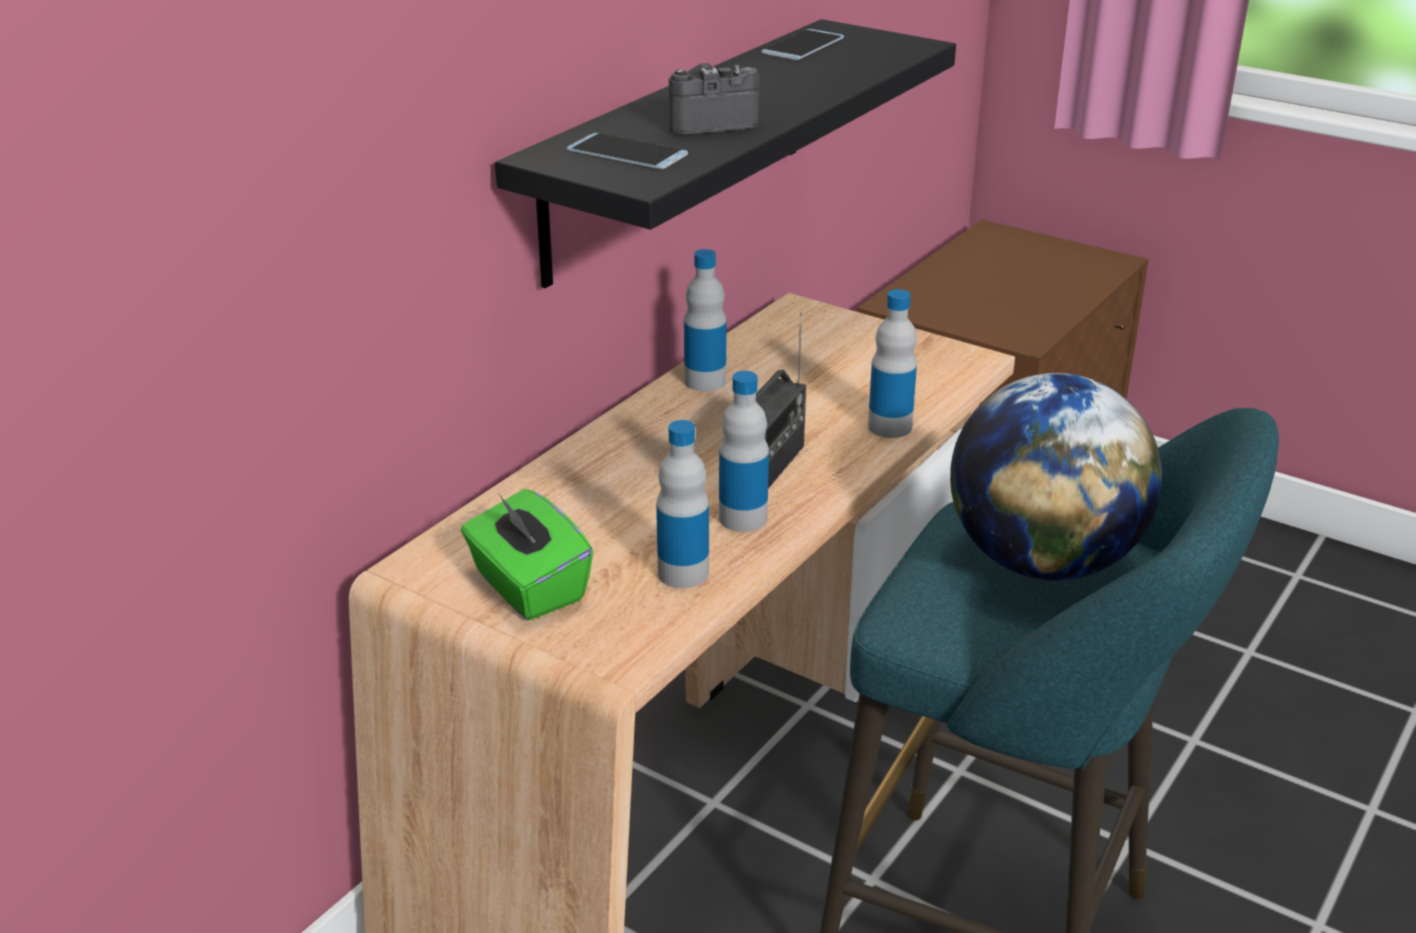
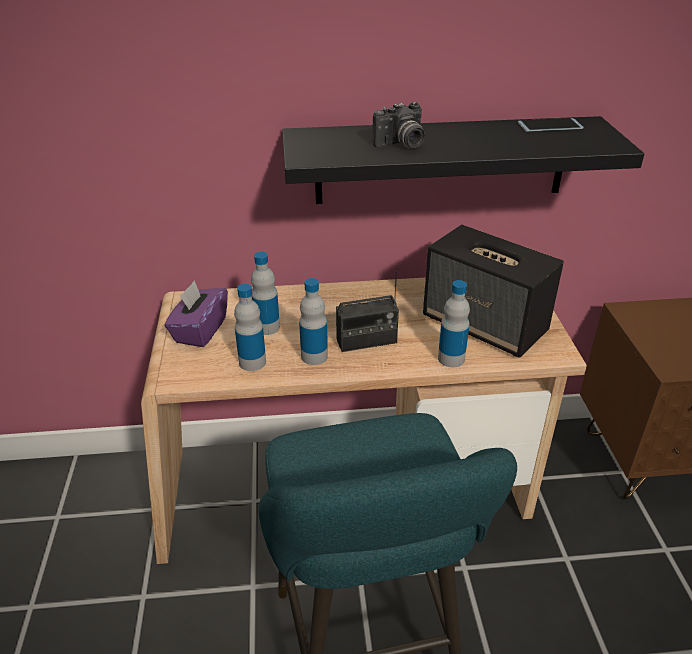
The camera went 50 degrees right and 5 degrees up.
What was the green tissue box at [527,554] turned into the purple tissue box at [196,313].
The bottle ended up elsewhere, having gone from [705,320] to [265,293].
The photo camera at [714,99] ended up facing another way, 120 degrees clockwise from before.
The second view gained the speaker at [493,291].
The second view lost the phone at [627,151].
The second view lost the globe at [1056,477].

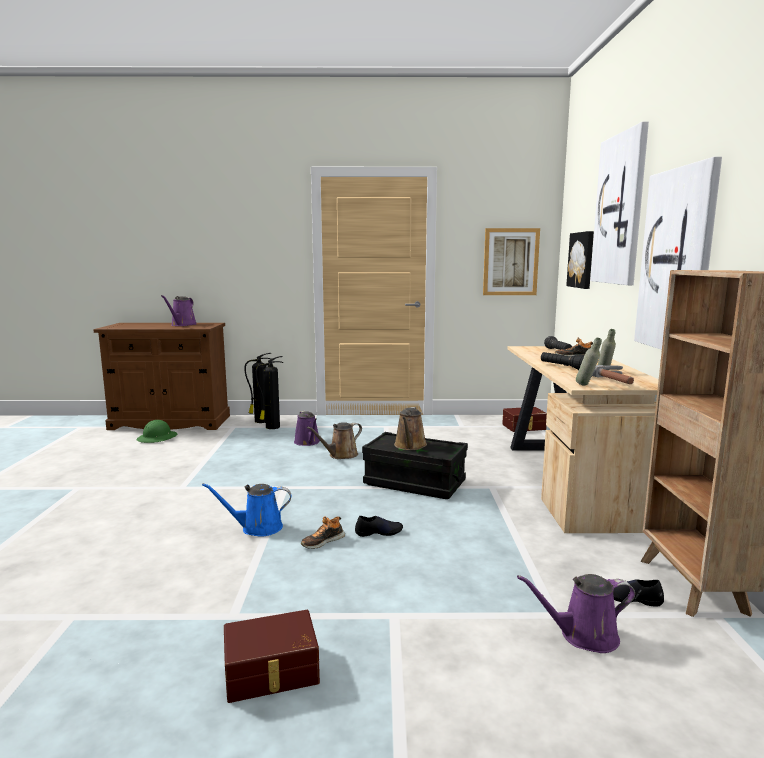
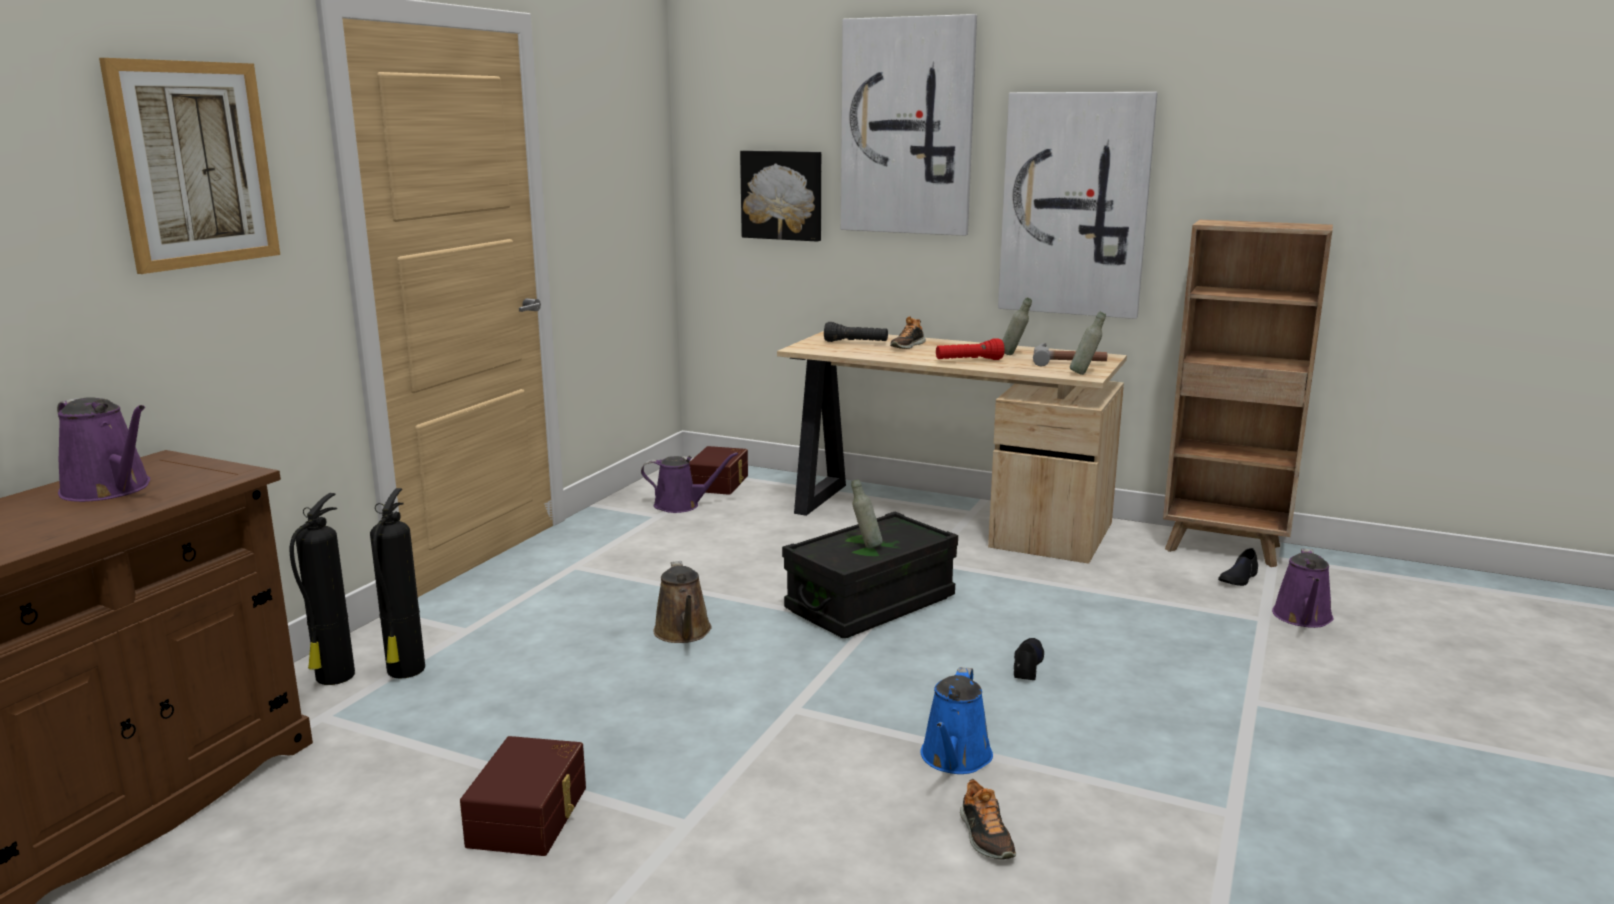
The camera went 65 degrees left and 5 degrees up.
The picture ended up elsewhere, having gone from [511,261] to [189,166].
The brown storage box ended up elsewhere, having gone from [272,656] to [523,796].
The purple watering can ended up elsewhere, having gone from [307,428] to [689,482].
Where the brown watering can stood at [410,428], the grey bottle came to stand at [867,513].
What was the black flashlight at [563,361] turned into the red flashlight at [970,349].
The shoe ended up elsewhere, having gone from [323,532] to [988,819].
The second view lost the green hard hat at [157,431].

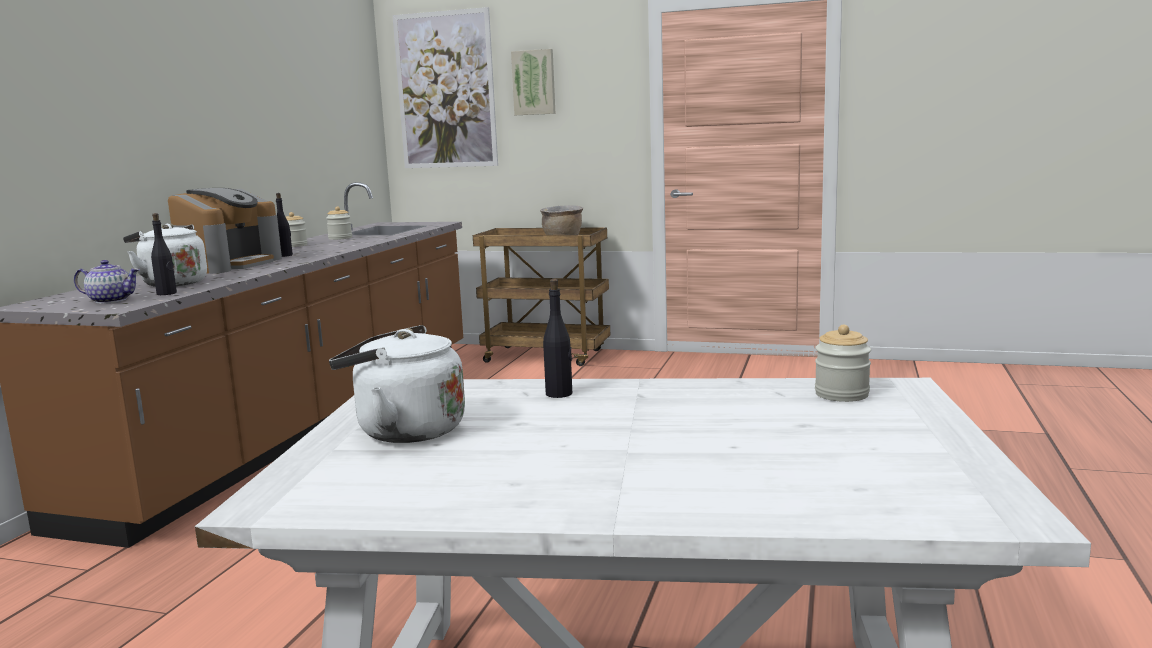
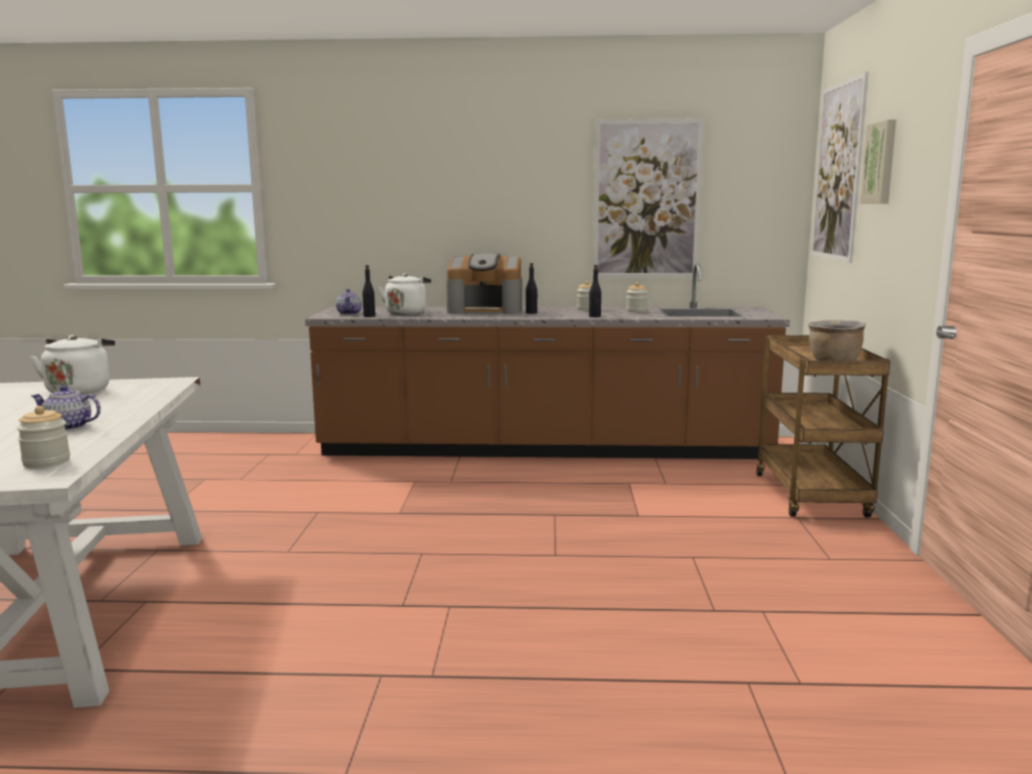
The camera went 75 degrees right and 0 degrees up.
The second view gained the teapot at [66,408].
The black bottle ended up elsewhere, having gone from [557,338] to [595,291].
The second view gained the picture at [648,198].

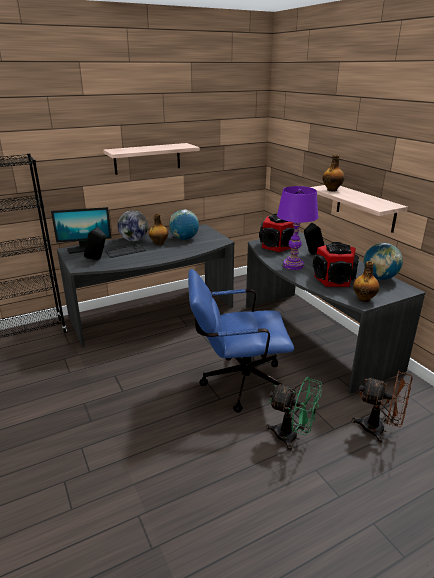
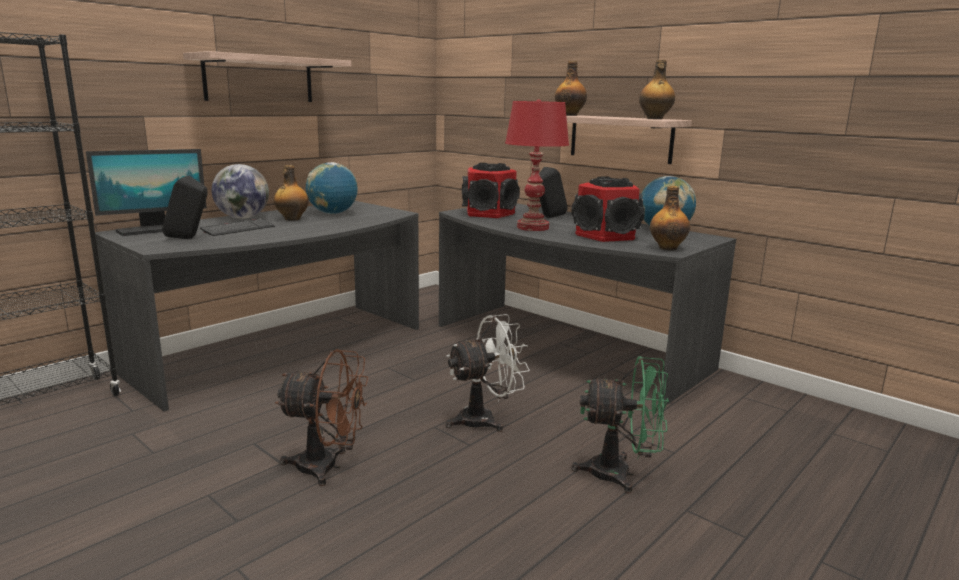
The camera went 20 degrees left and 10 degrees down.
The brown fan ended up elsewhere, having gone from [382,406] to [322,417].
Where the blue office chair stood at [241,341], the white fan came to stand at [487,373].
What was the purple table lamp at [297,228] turned into the red table lamp at [537,165].
The second view gained the bottle at [657,89].

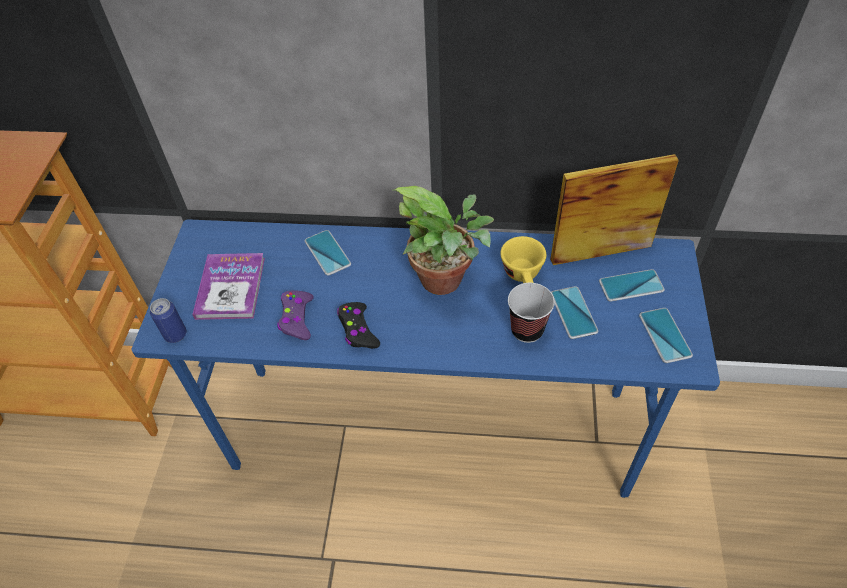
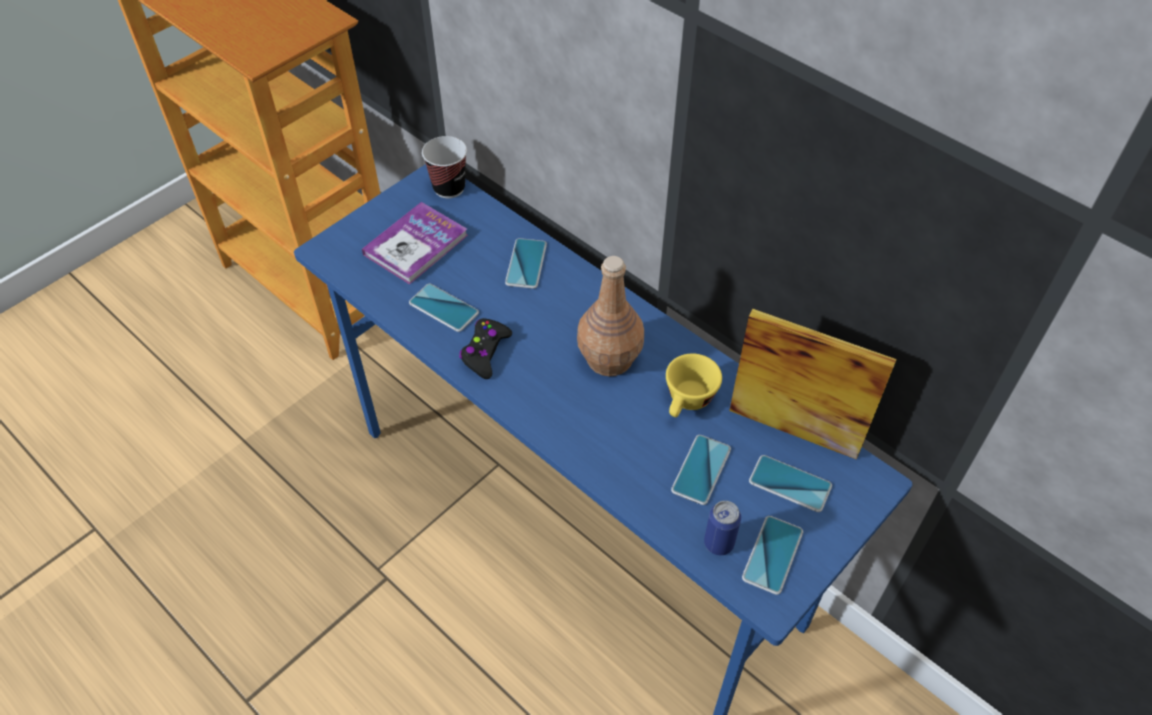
The camera went 35 degrees right and 0 degrees up.
Where the purple game controller stood at [295,315], the phone came to stand at [444,308].
The cup ended up elsewhere, having gone from [531,313] to [444,167].
Where the potted plant stood at [443,240], the brown bottle came to stand at [610,316].
The can ended up elsewhere, having gone from [168,320] to [722,528].

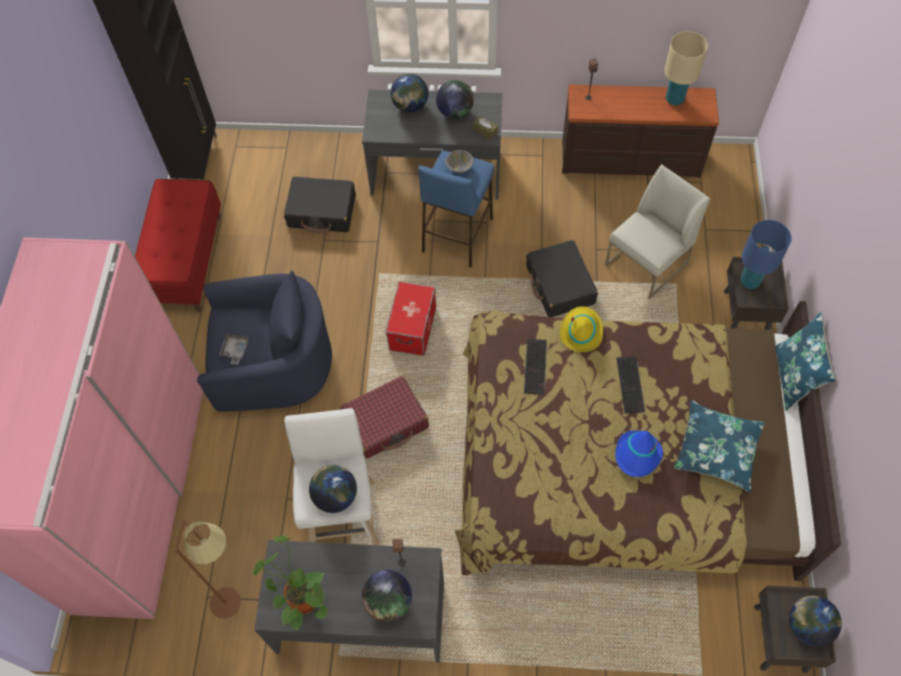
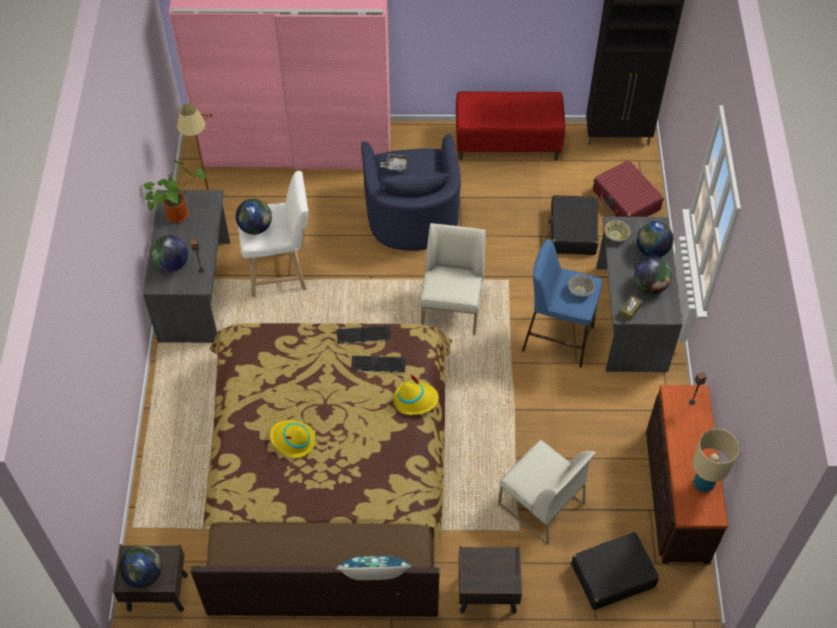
The camera went 85 degrees right and 5 degrees down.
What was the blue hat at [639,453] turned into the yellow hat at [293,439].
The keyboard ended up elsewhere, having gone from [630,384] to [363,334].
Where the storage box stood at [411,318], the white chair came to stand at [453,279].
The black suitcase ended up elsewhere, having gone from [562,278] to [615,571].
The red suitcase ended up elsewhere, having gone from [384,417] to [628,188].
The second view gained the beige bowl at [617,230].
The second view lost the blue pillow at [719,446].
The second view lost the blue table lamp at [766,254].

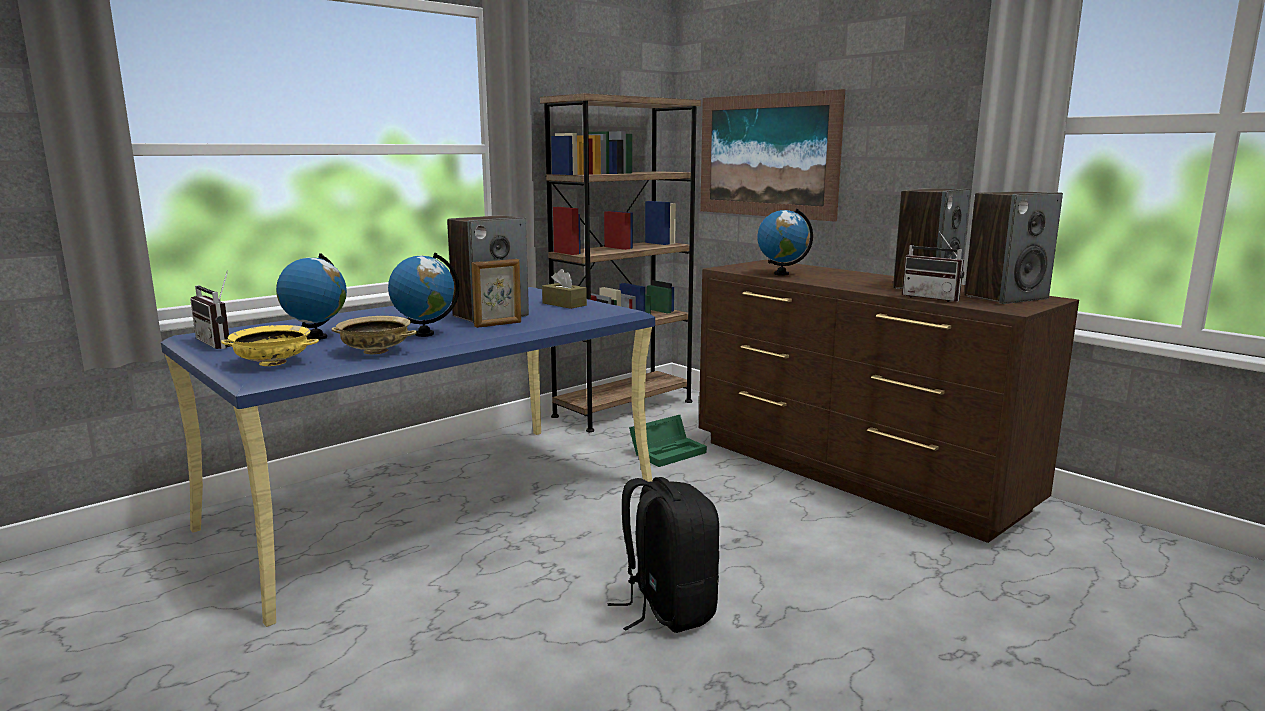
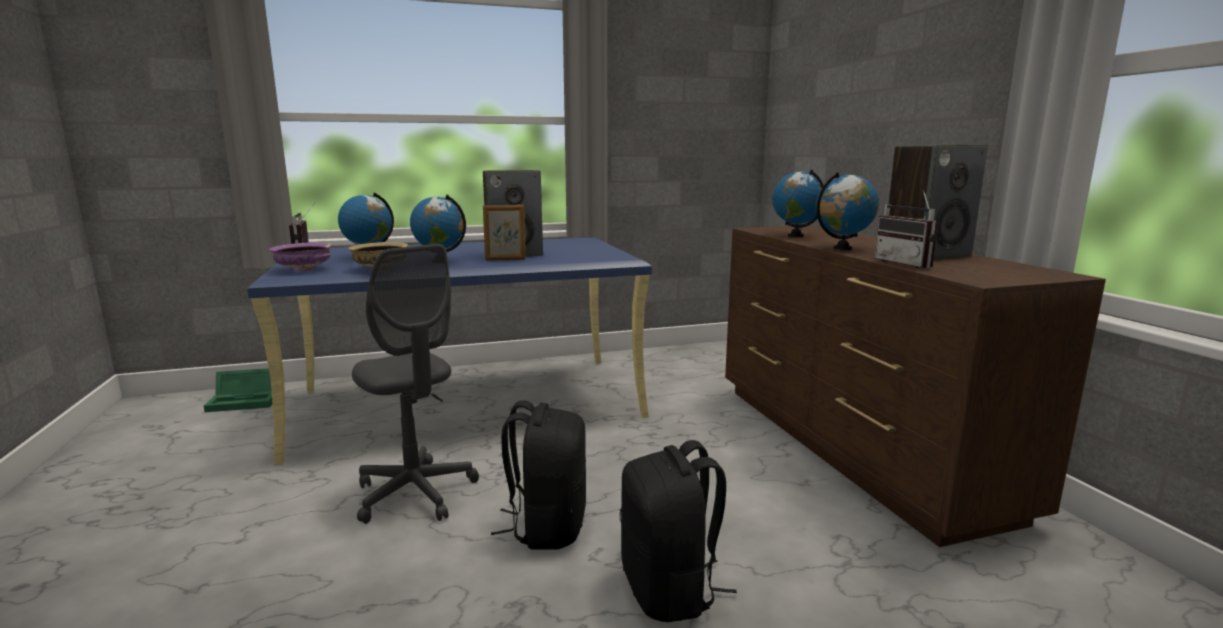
The camera went 25 degrees right and 0 degrees up.
The green storage box ended up elsewhere, having gone from [668,441] to [238,390].
What was the yellow bowl at [270,345] turned into the purple bowl at [300,256].
The second view gained the grey office chair at [415,384].
The second view gained the black backpack at [678,531].
The second view gained the globe at [847,211].
The second view lost the brown bookcase at [620,262].
The second view lost the brown tissue box at [564,289].
The second view lost the picture at [772,155].
The second view lost the speaker at [1013,247].

